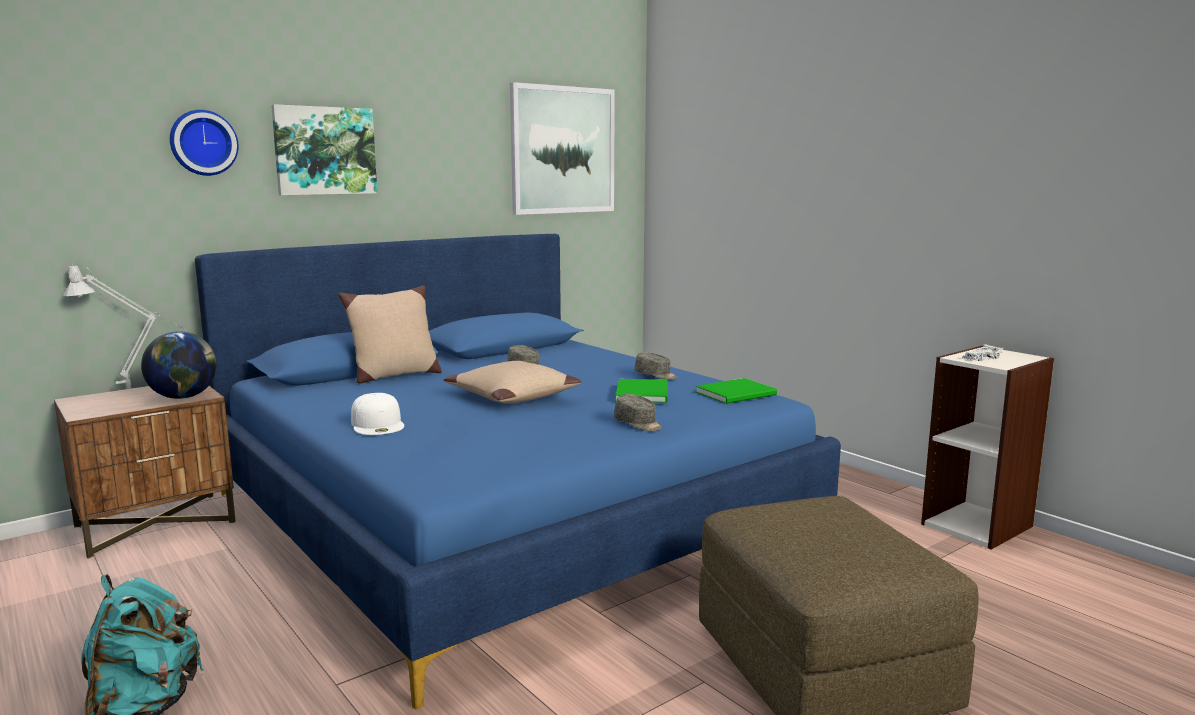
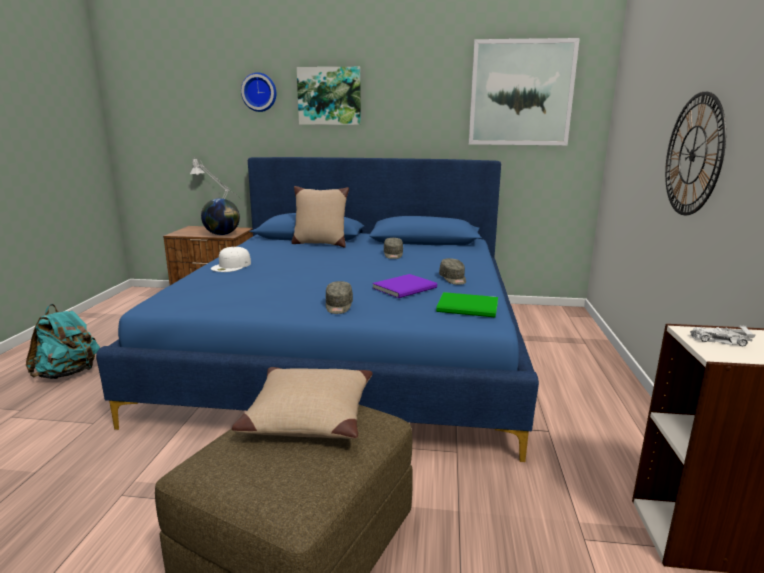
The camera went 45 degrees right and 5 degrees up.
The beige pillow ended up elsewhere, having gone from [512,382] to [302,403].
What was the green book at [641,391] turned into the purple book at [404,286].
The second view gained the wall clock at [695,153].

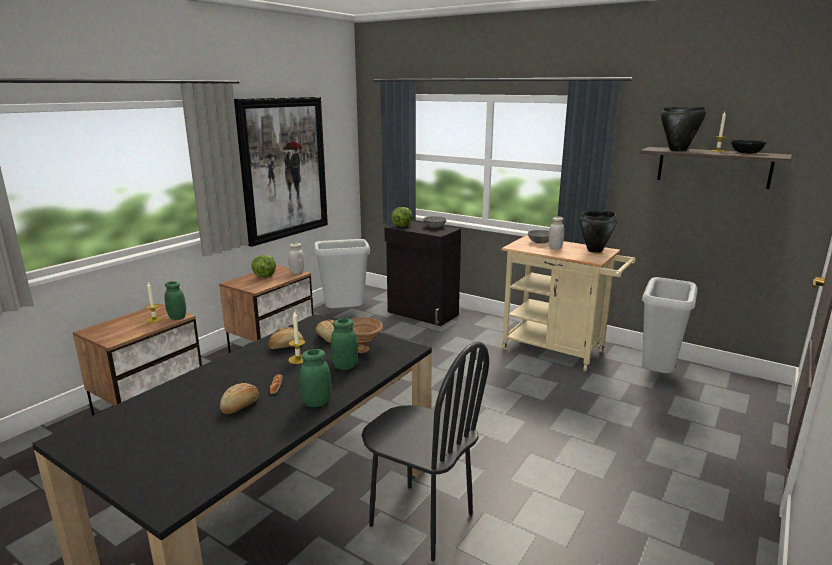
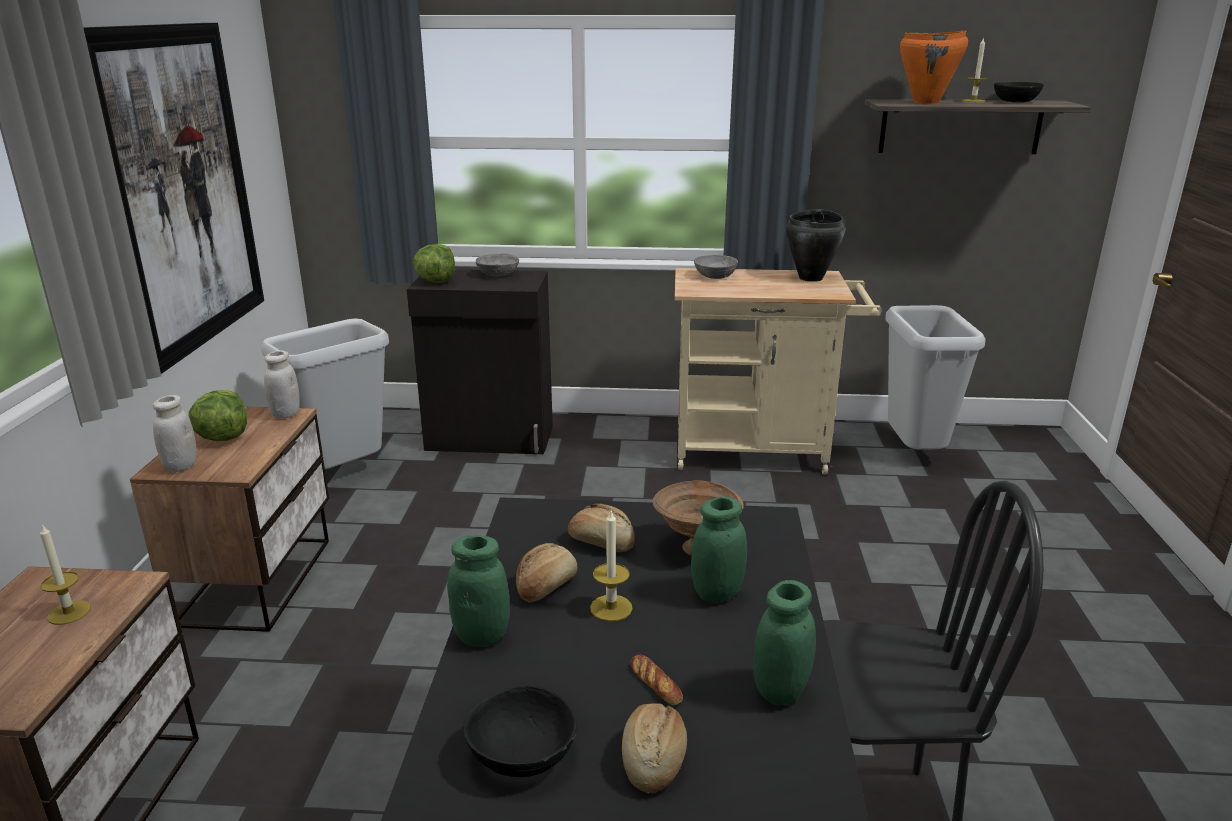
The camera went 30 degrees left and 5 degrees up.
The white jar ended up elsewhere, having gone from [556,233] to [175,433].
The green jar ended up elsewhere, having gone from [175,300] to [478,591].
The second view gained the black bowl at [520,731].
What was the black cooking pot at [683,128] turned into the orange cooking pot at [934,67].

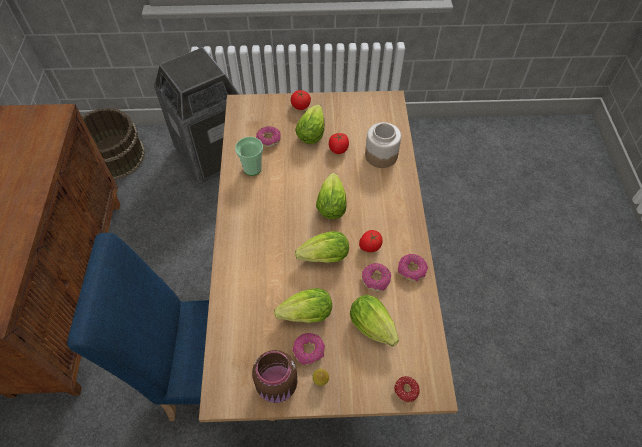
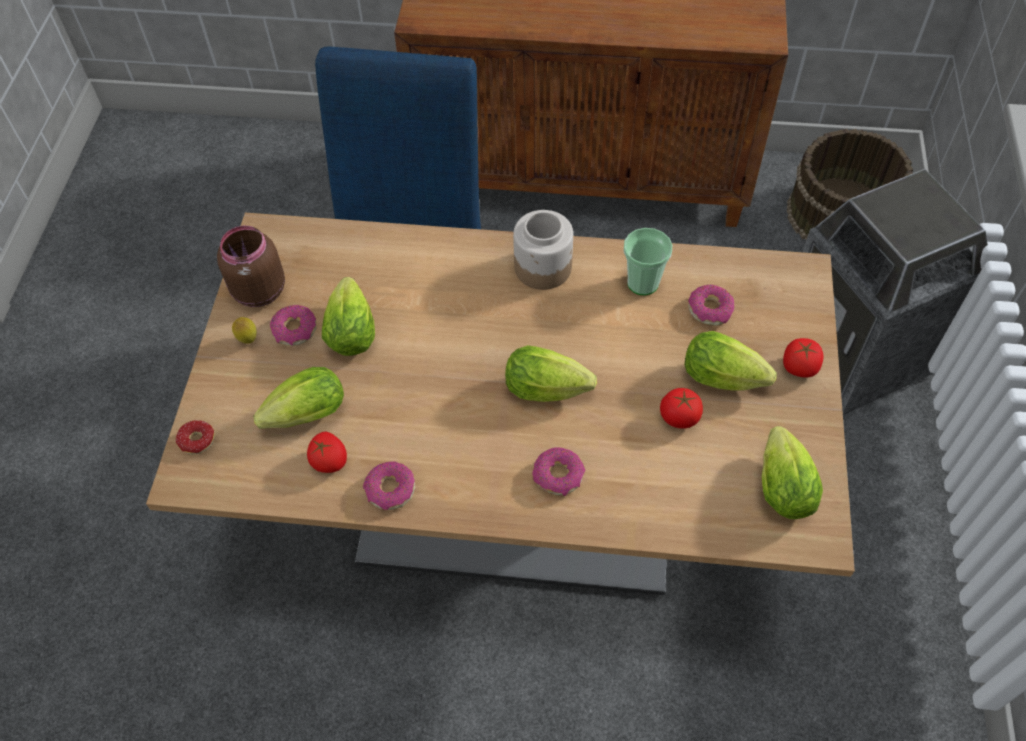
The camera went 100 degrees right and 0 degrees up.
The tomato ended up elsewhere, having gone from [371,241] to [327,452].
The jar ended up elsewhere, having gone from [383,145] to [543,250].
The donut ended up elsewhere, having gone from [376,277] to [558,471].
The lettuce ended up elsewhere, having gone from [322,247] to [792,472].

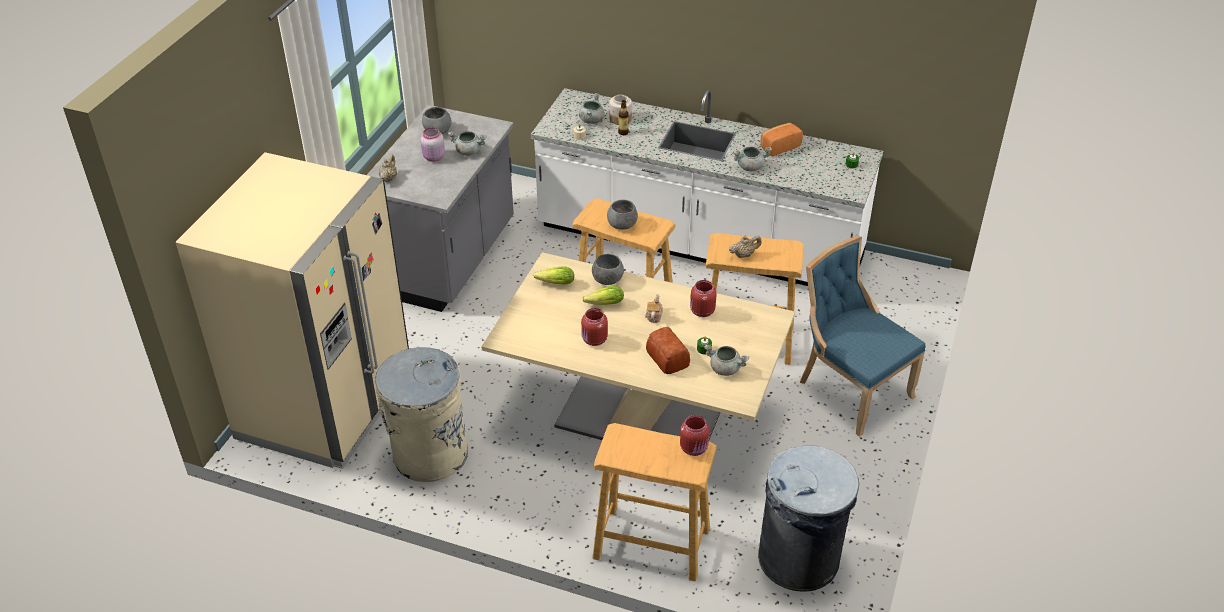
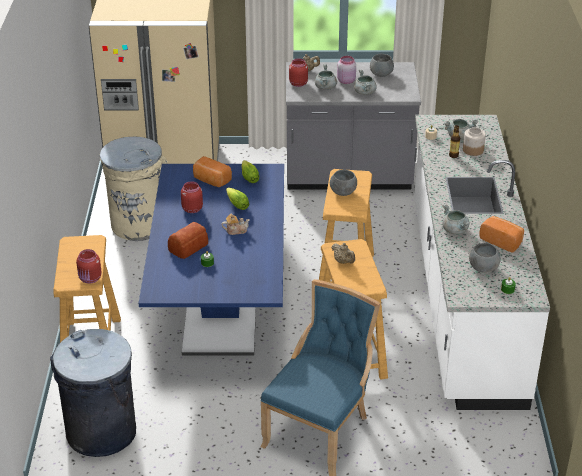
The camera went 70 degrees right and 5 degrees down.
What was the beige dining table at [638,346] turned into the blue dining table at [211,259].
The second view gained the bread at [212,171].
The red jar ended up elsewhere, having gone from [703,298] to [298,72].
The grey cooking pot ended up elsewhere, having gone from [726,360] to [326,77].
The grey bowl ended up elsewhere, having gone from [608,269] to [485,258].

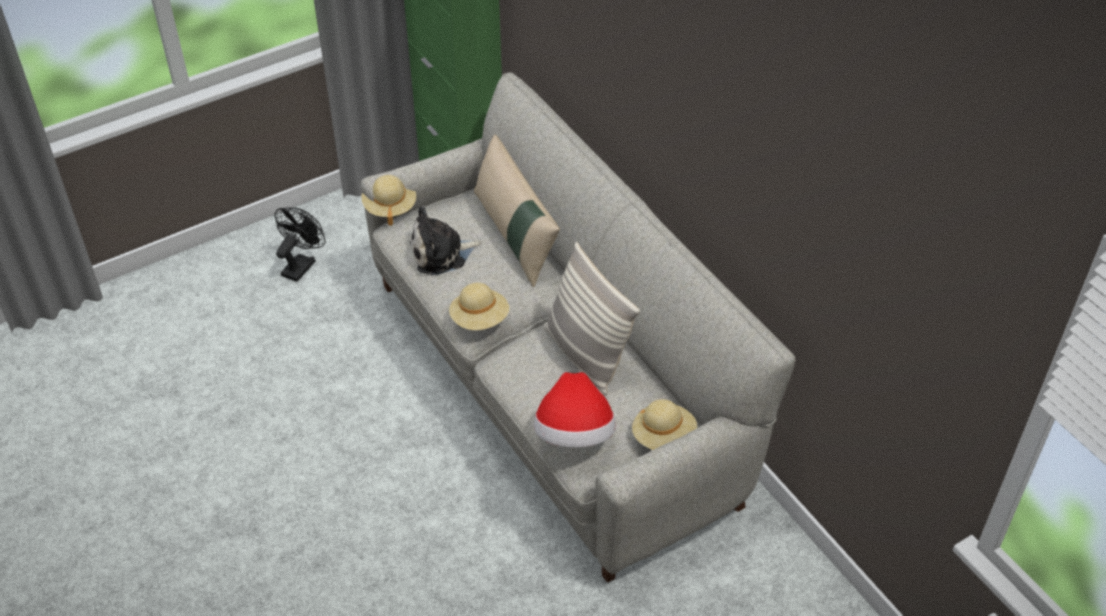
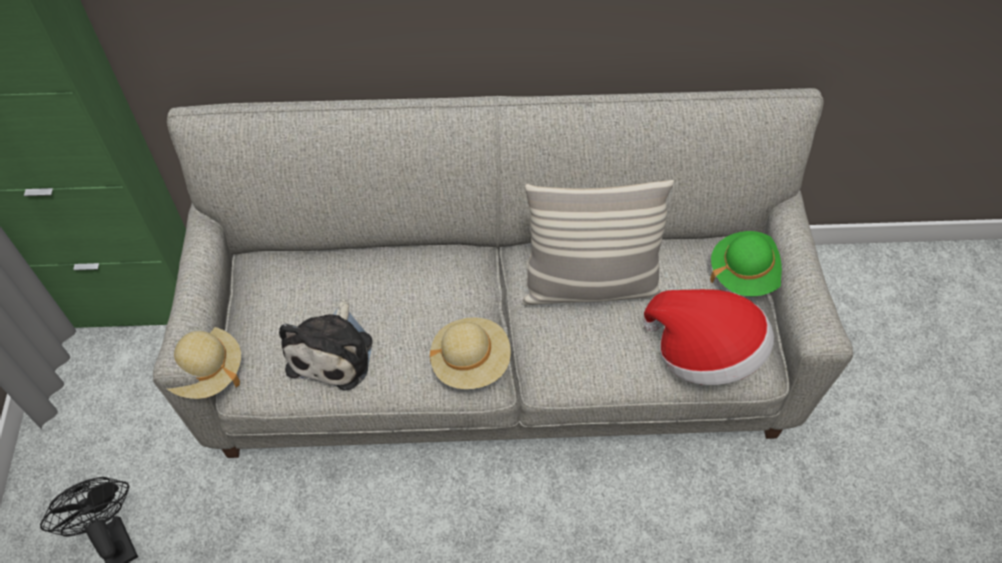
The camera went 60 degrees left and 10 degrees up.
What was the beige hat at [664,424] turned into the green hat at [746,263].
The second view lost the beige pillow at [517,211].

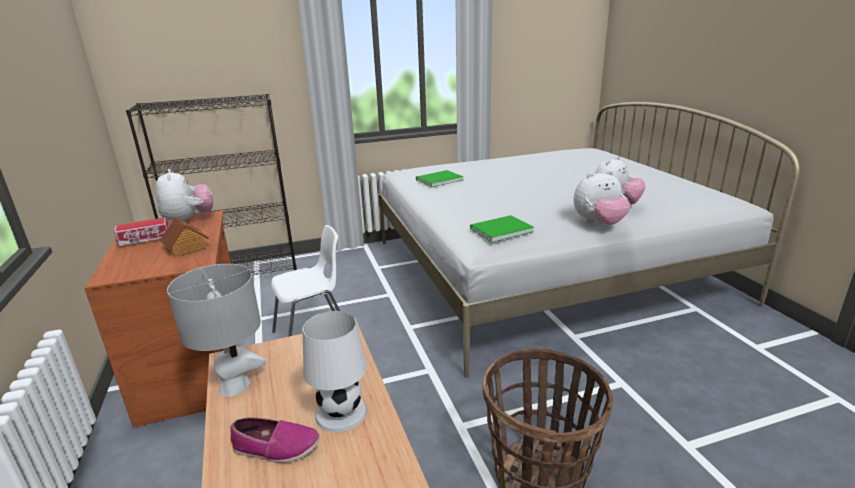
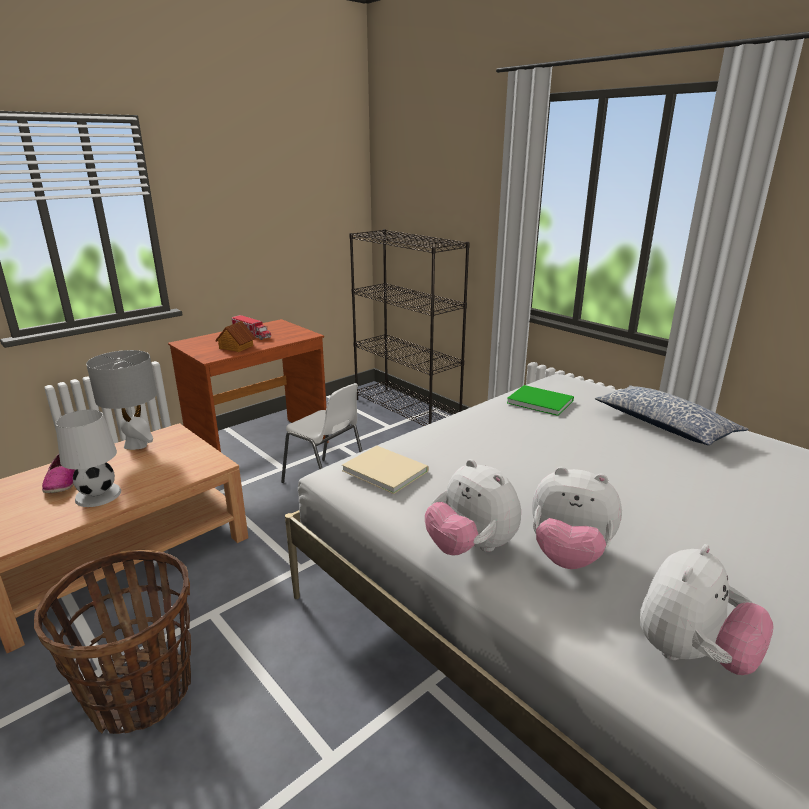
The camera went 65 degrees right and 0 degrees up.
What was the green book at [502,228] turned into the beige book at [385,470].
The second view gained the pillow at [671,415].
The plush toy ended up elsewhere, having gone from [184,196] to [707,609].

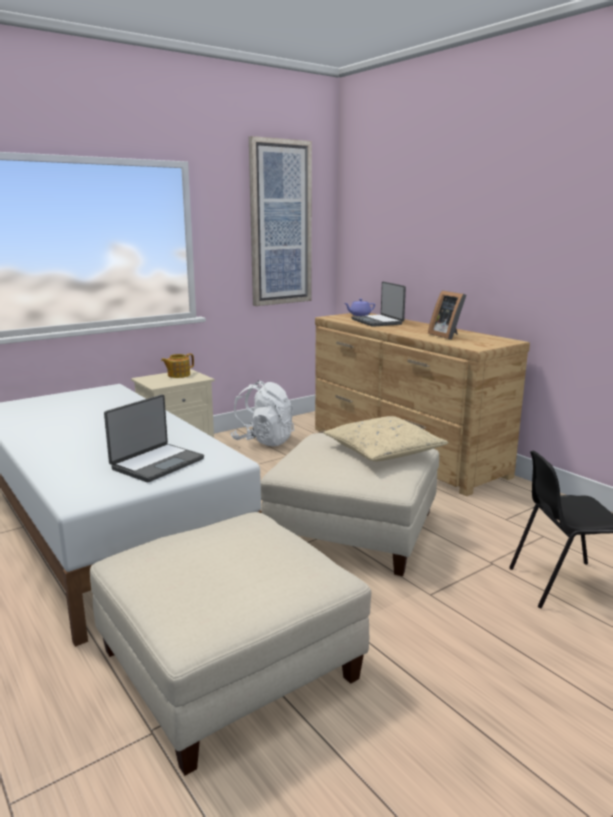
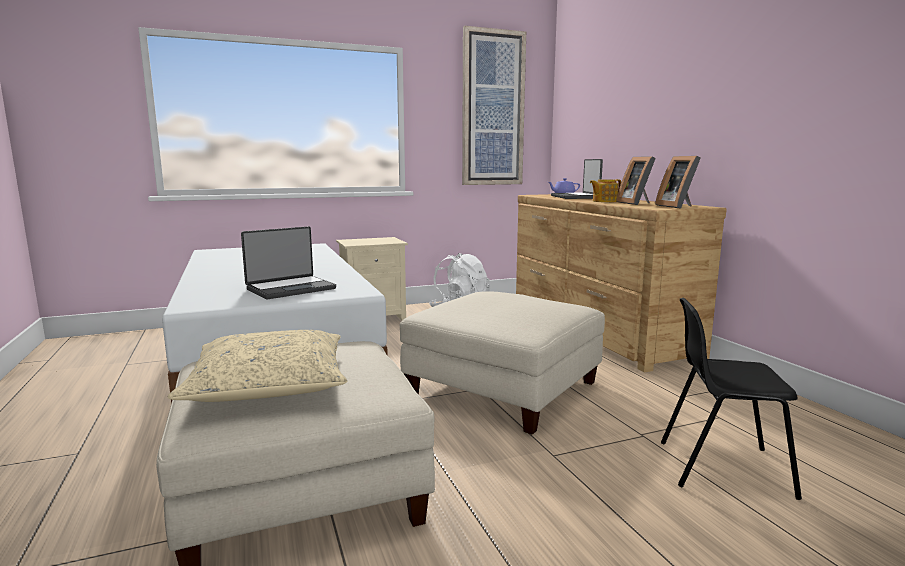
The camera went 15 degrees right and 5 degrees down.
The beige pillow ended up elsewhere, having gone from [385,438] to [257,366].
The teapot ended up elsewhere, having gone from [177,365] to [605,190].
The second view gained the picture frame at [678,182].

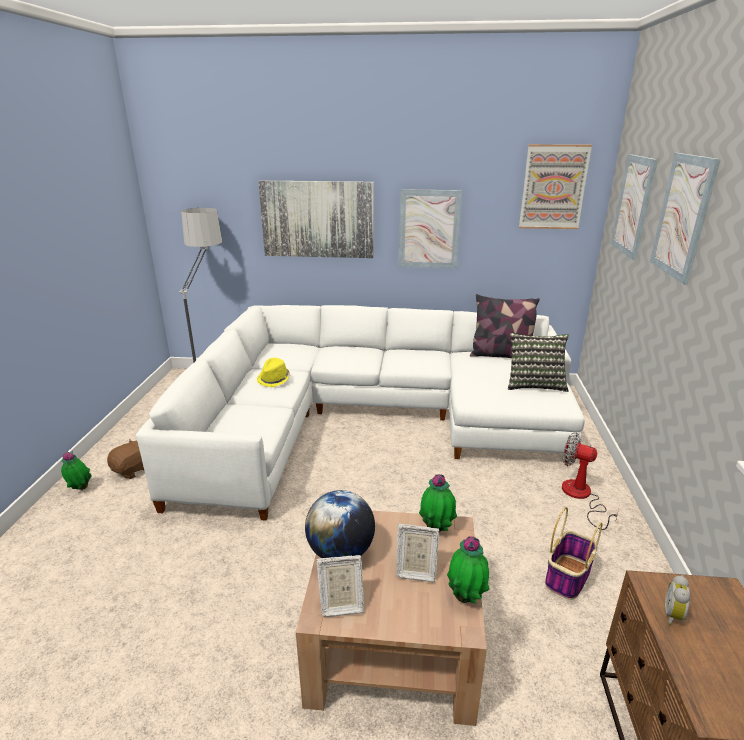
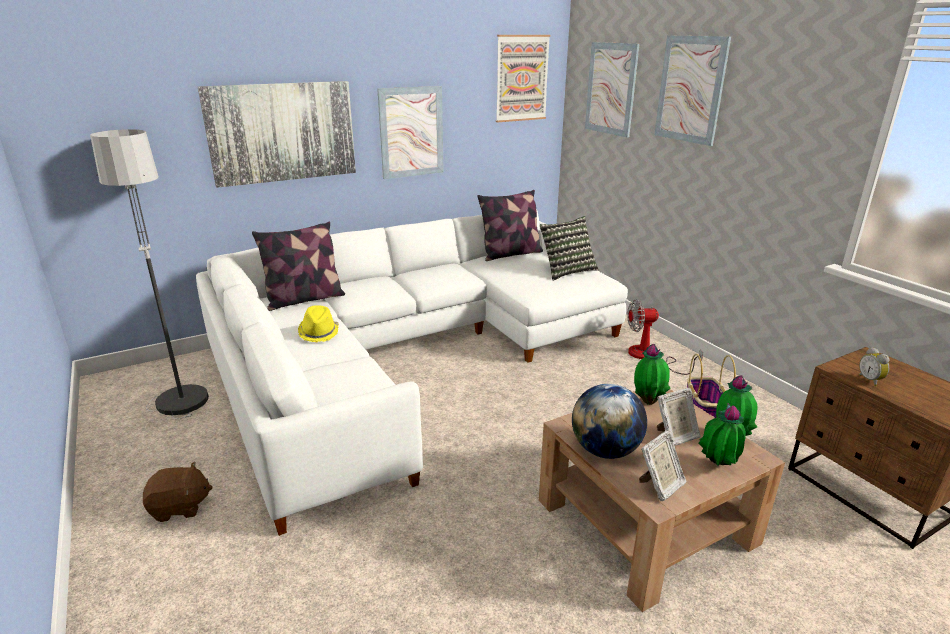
The camera went 35 degrees left and 0 degrees up.
The brown plush toy at [125,459] ended up facing another way, 75 degrees clockwise from before.
The second view gained the pillow at [298,266].
The potted plant ended up elsewhere, having gone from [76,470] to [722,434].

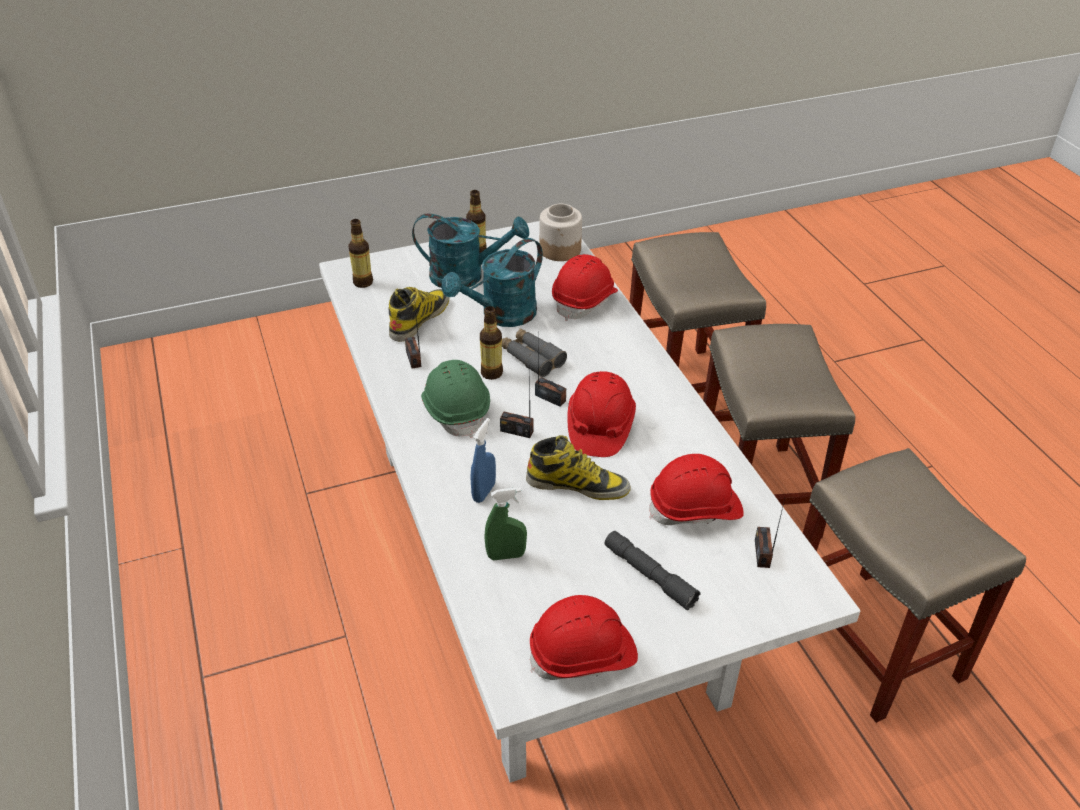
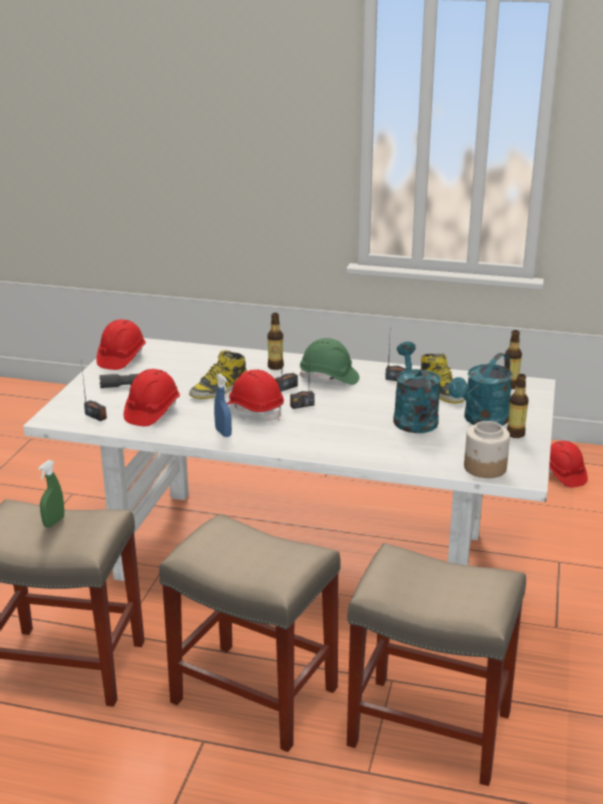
The camera went 125 degrees right and 15 degrees down.
The green spray bottle ended up elsewhere, having gone from [505,524] to [51,494].
The blue spray bottle ended up elsewhere, having gone from [483,460] to [223,405].
The bottle ended up elsewhere, having gone from [491,343] to [276,341].
The red hard hat ended up elsewhere, having gone from [585,287] to [568,464].
The second view lost the grey binoculars at [534,352].

